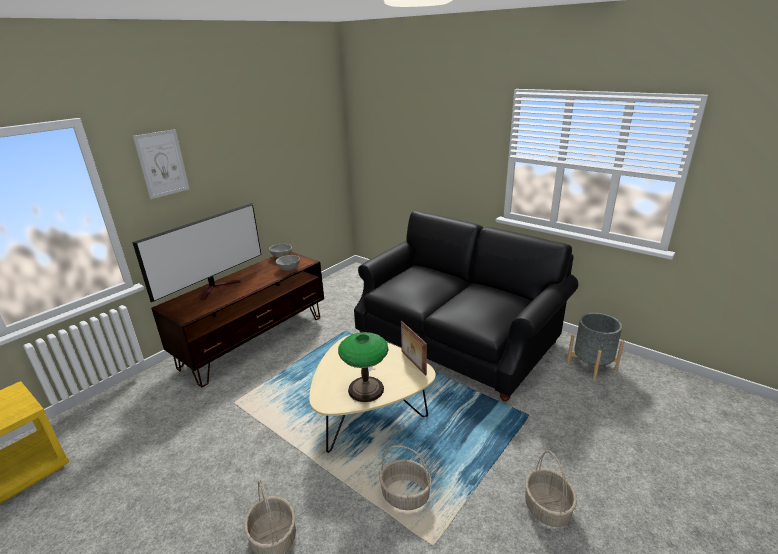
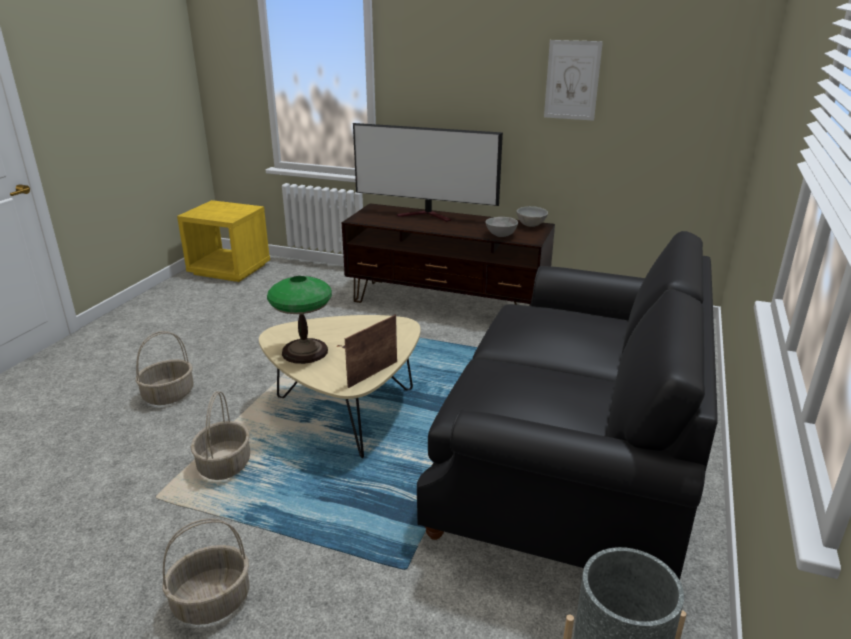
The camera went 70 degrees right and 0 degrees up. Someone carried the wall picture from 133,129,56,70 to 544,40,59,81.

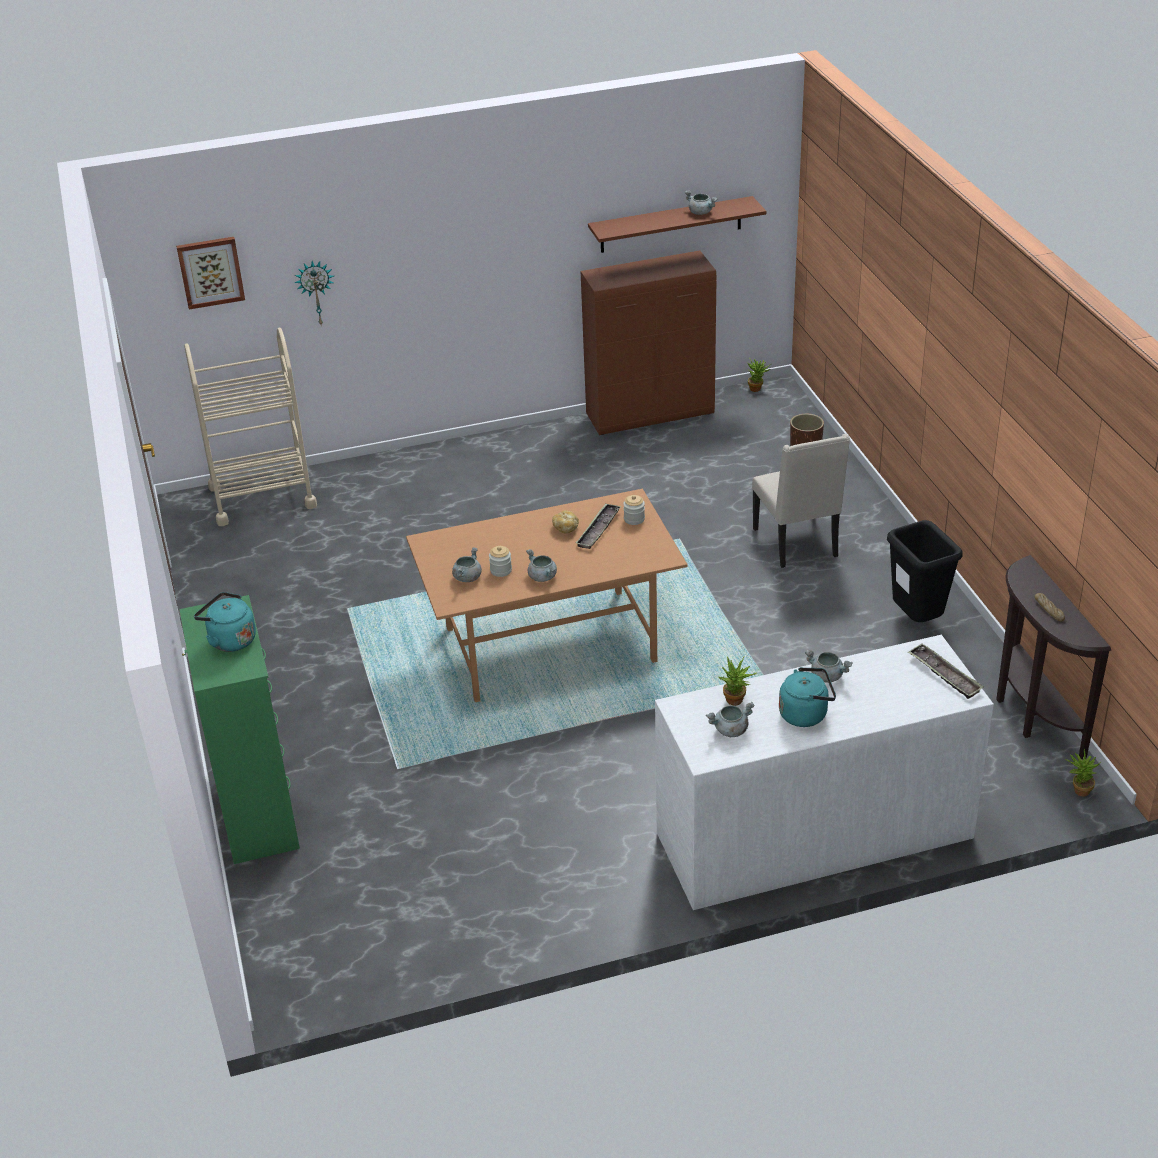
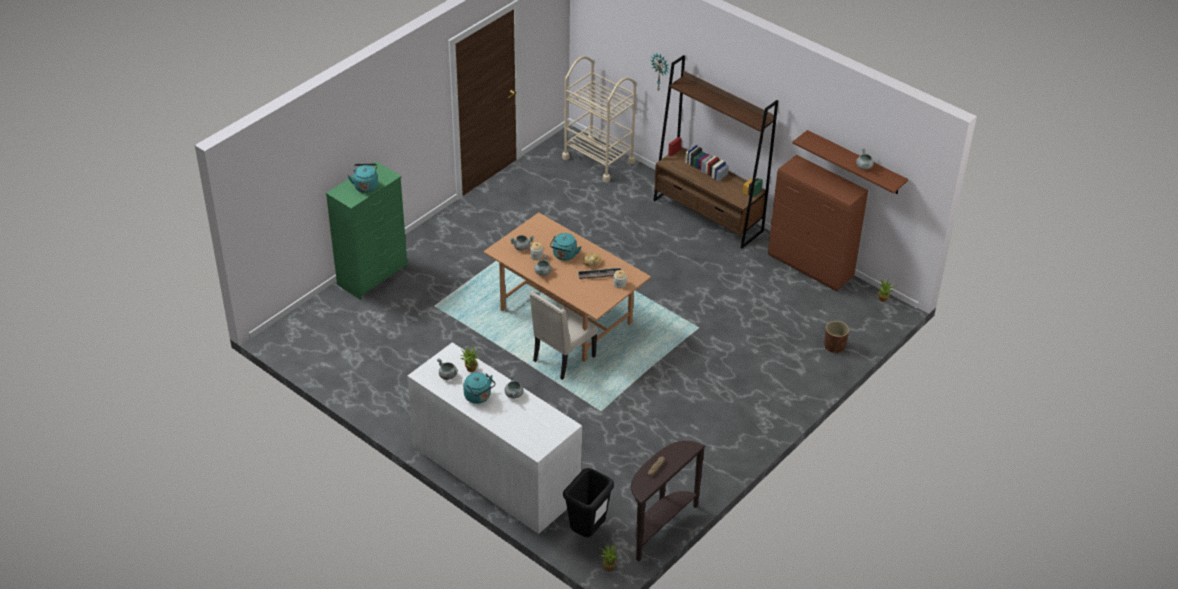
The camera went 55 degrees right and 5 degrees up. Someone took away the wall picture at 176,237,69,73. Someone took away the serving tray at 908,644,75,55. Someone put down the turquoise-coloured kettle at 550,233,31,27. Someone put down the brownish bookcase at 653,55,125,194. Someone carried the beige upright chair from 752,434,98,134 to 530,290,68,90. Someone carried the black-coloured trash can from 887,520,76,102 to 563,468,51,69.

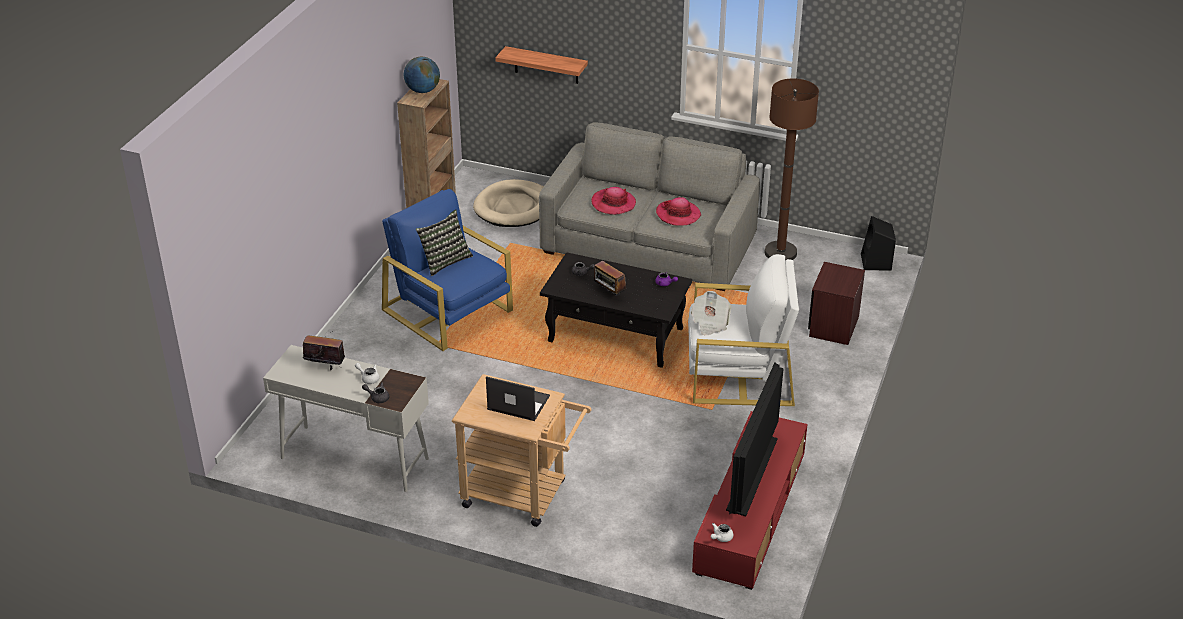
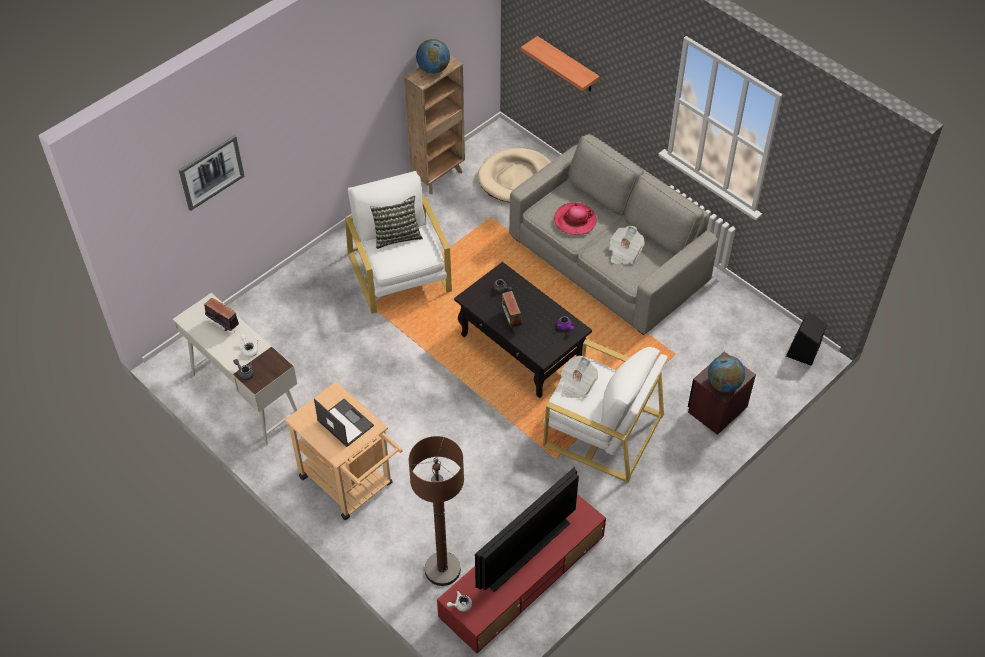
The camera went 25 degrees right and 15 degrees up. Someone put up the wall picture at 179,135,65,76. Someone put down the desk globe at 708,355,37,37. Someone carried the brownish standard lamp from 764,78,55,182 to 409,436,55,150. Someone swapped the clothing hat at 656,197,45,29 for the newspaper at 609,226,36,38. Someone repainted the blue-coloured armchair at 382,189,131,162, which became the white armchair at 345,171,107,143.

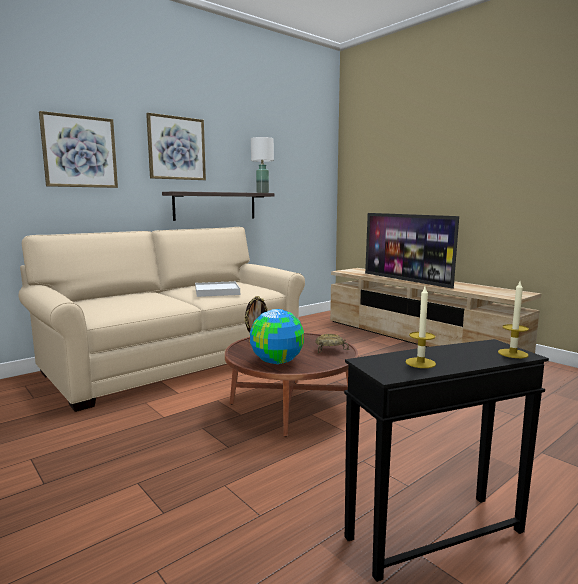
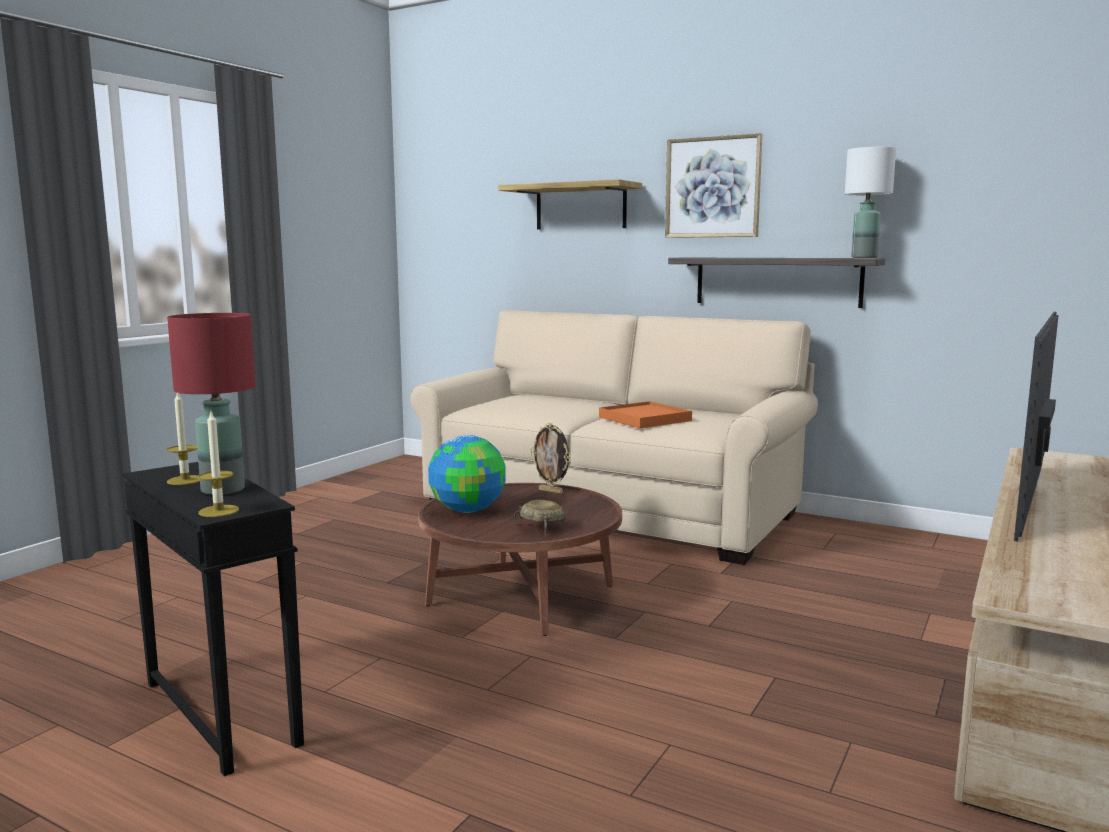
The camera went 70 degrees right and 0 degrees up. Someone put down the red tabletop lamp at 167,313,89,182. Someone swapped the wall picture at 39,111,79,77 for the shelf at 498,179,144,51. Someone repainted the white serving tray at 195,281,45,16, which became the orange-coloured serving tray at 599,401,93,27.

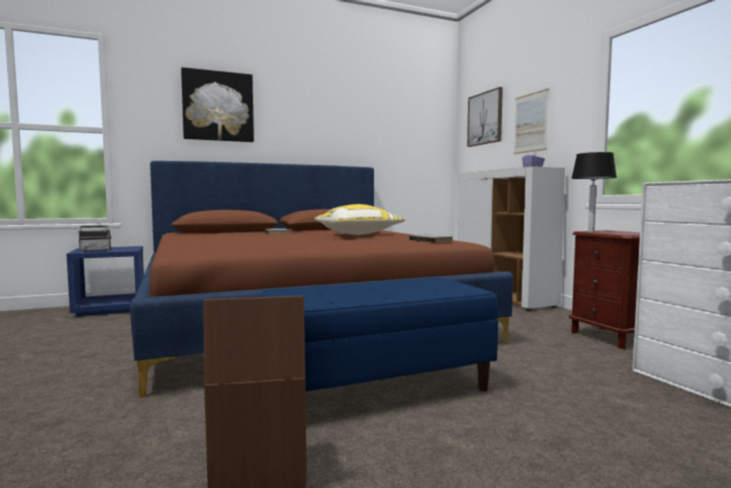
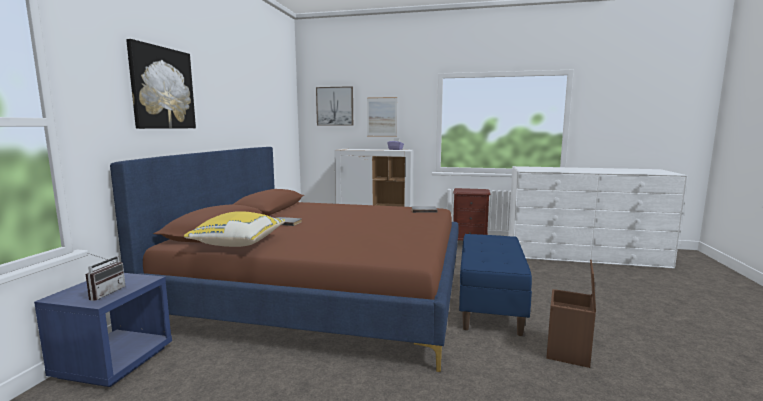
The camera went 55 degrees left and 5 degrees up. Someone took away the tabletop lamp at 571,152,46,80. Someone carried the yellow throw pillow from 314,204,91,31 to 184,211,101,36.

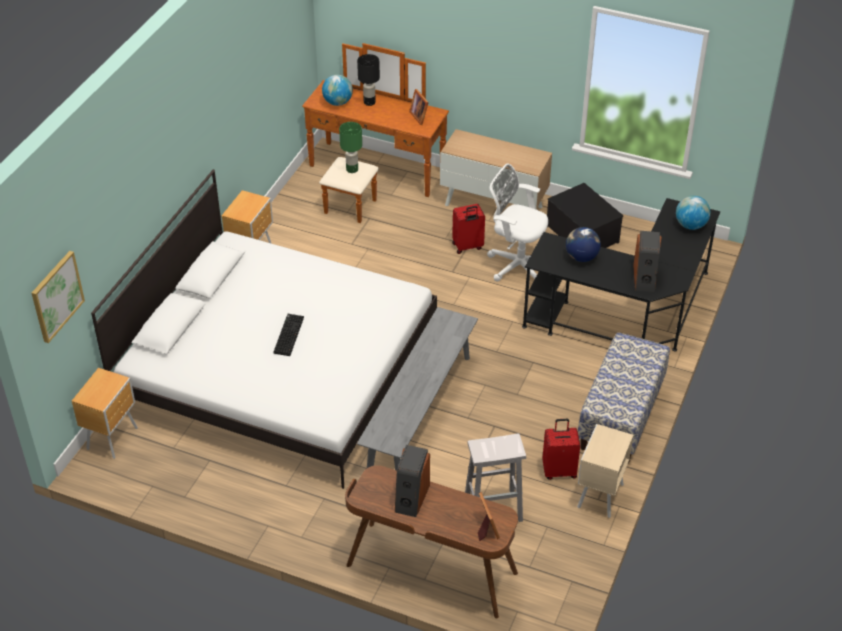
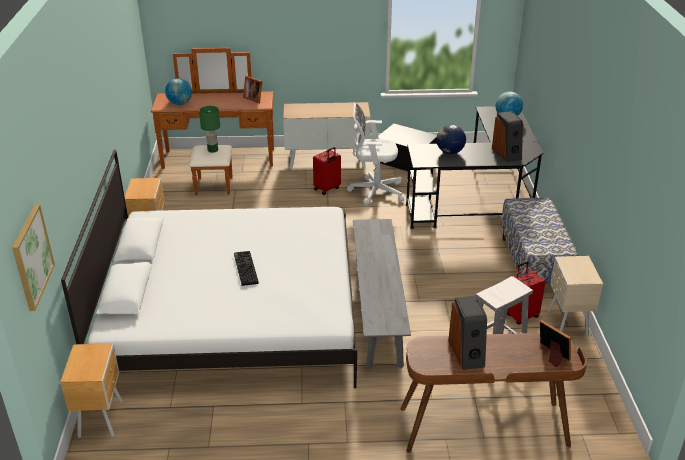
The camera went 25 degrees left and 10 degrees down. Someone took away the black-coloured tabletop lamp at 357,54,23,52.

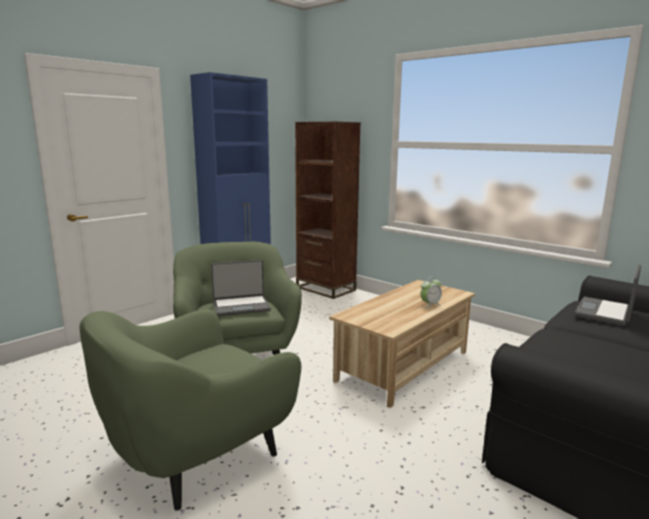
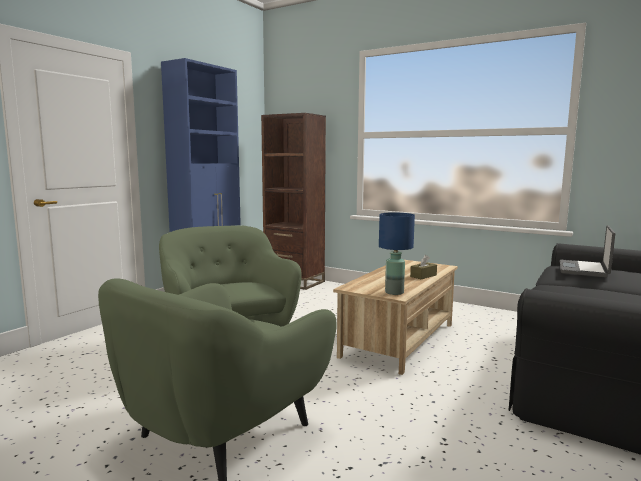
The camera went 10 degrees left and 5 degrees down. Someone took away the portable computer at 211,260,60,56. Someone put down the blue-coloured tabletop lamp at 379,213,36,82. Someone swapped the bedside clock at 421,277,21,31 for the brownish tissue holder at 410,255,27,24.

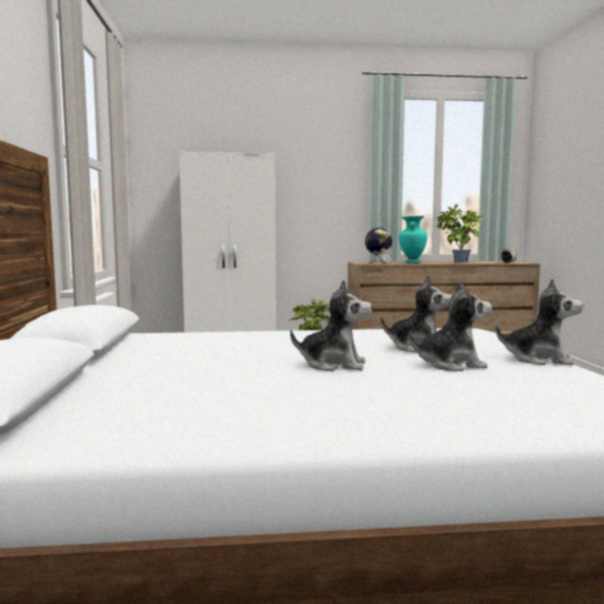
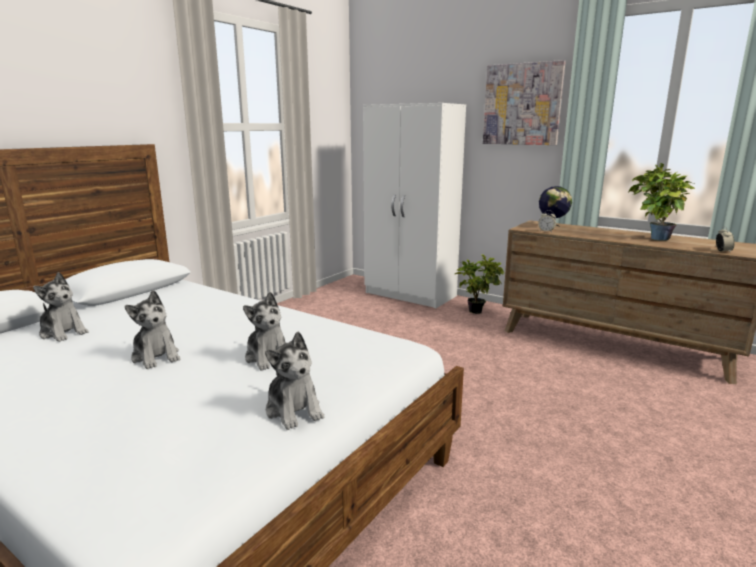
The camera went 40 degrees right and 10 degrees up. Someone took away the turquoise-coloured decorative vase at 399,216,28,47. Someone put up the wall picture at 483,60,83,85. Someone carried the soft toy from 409,280,83,91 to 33,272,56,70.

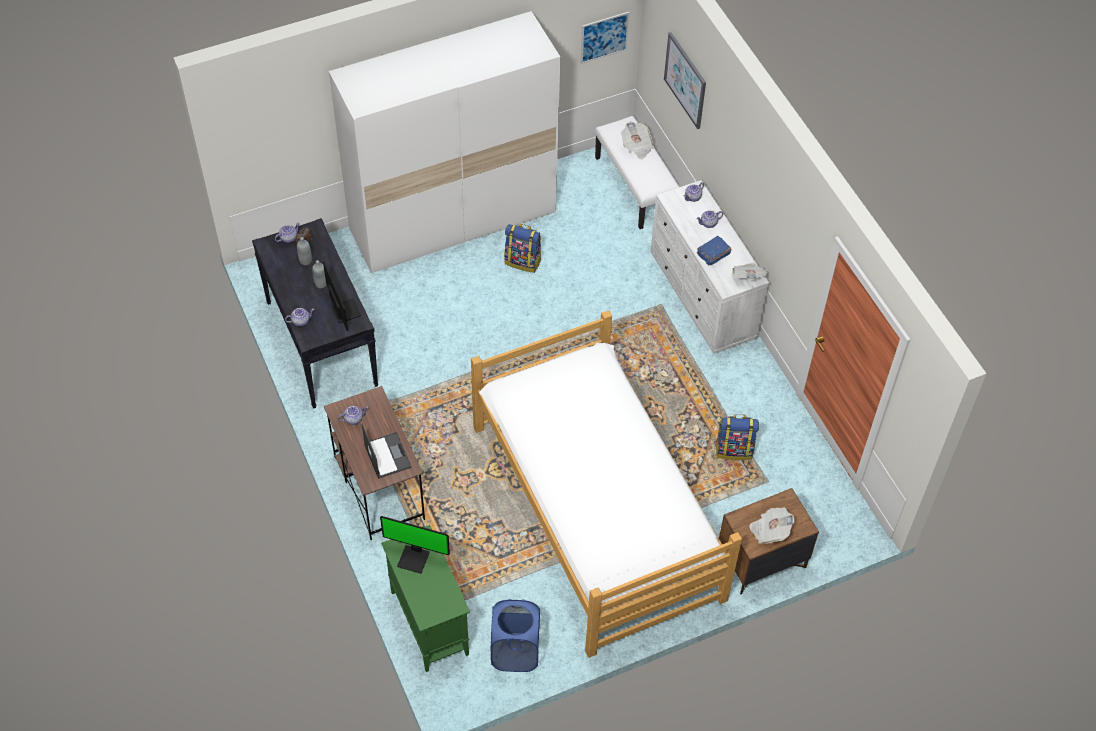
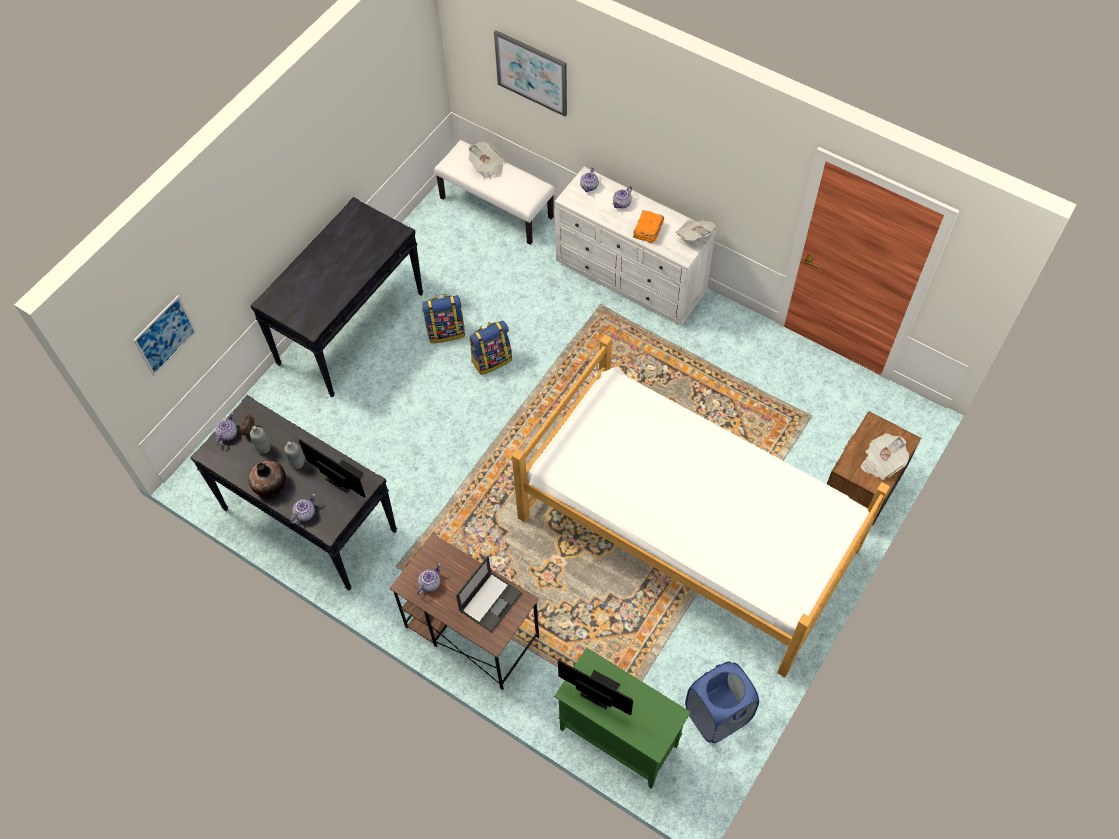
The camera went 30 degrees left and 5 degrees up. Someone put down the decorative vase at 248,461,38,35. Someone carried the wall picture from 581,12,48,52 to 133,295,63,81. Someone carried the backpack from 716,414,43,46 to 469,320,43,55. Someone swapped the white armoire at 329,11,231,262 for the black-coloured narrow table at 250,197,173,200. Someone repainted the blue-coloured bound book at 697,236,34,30, which became the orange-coloured bound book at 633,210,31,33. Someone rotated the portable computer at 362,424,49,55 by 90 degrees clockwise. Someone rotated the computer screen at 380,516,70,58 by 135 degrees counterclockwise.

